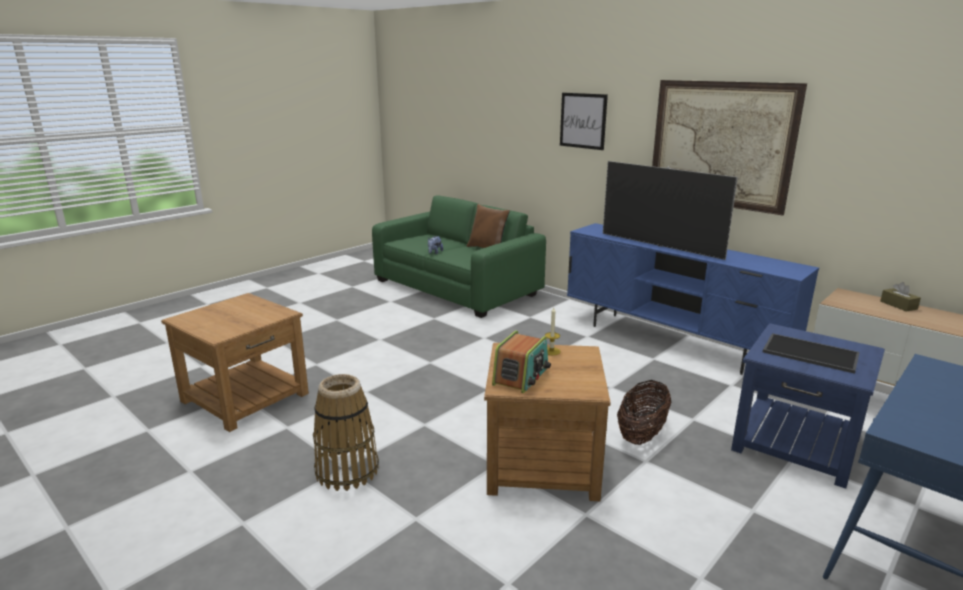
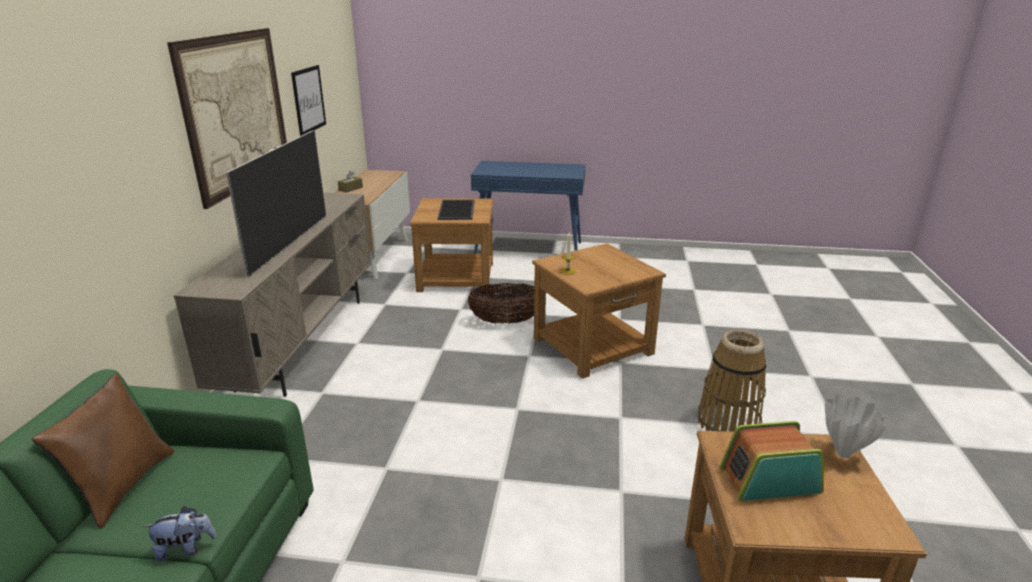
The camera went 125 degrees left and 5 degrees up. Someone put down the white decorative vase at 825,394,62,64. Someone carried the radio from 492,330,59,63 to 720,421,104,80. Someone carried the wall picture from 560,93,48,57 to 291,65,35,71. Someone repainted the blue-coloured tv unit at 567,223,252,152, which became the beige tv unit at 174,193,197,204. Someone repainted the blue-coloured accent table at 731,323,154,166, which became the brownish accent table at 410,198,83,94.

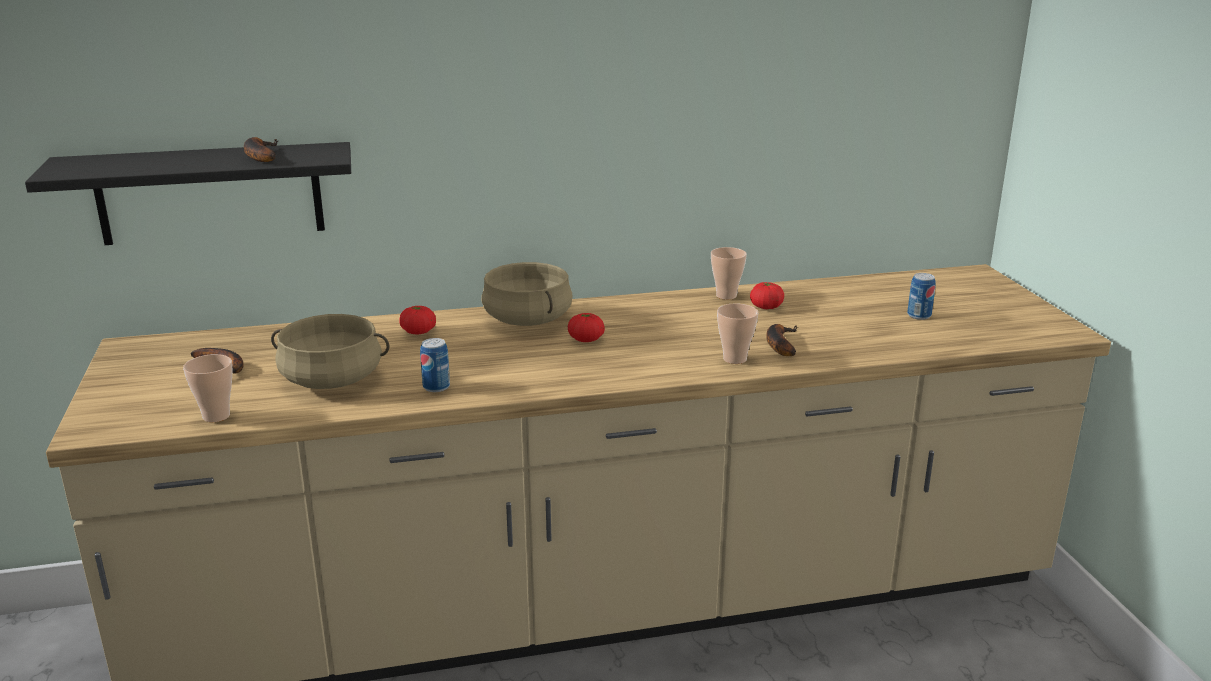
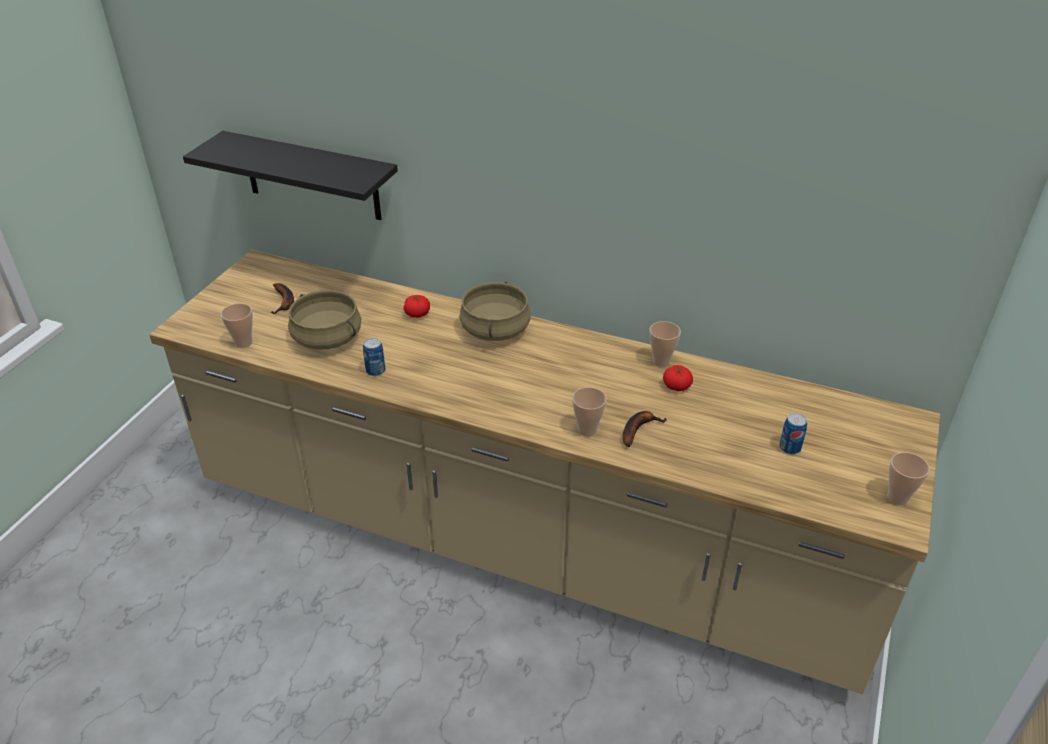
The camera went 35 degrees right and 15 degrees up. Someone took away the banana fruit at 244,137,34,25. Someone took away the whole tomato at 568,313,37,29. Someone put down the small cup at 887,452,43,53.

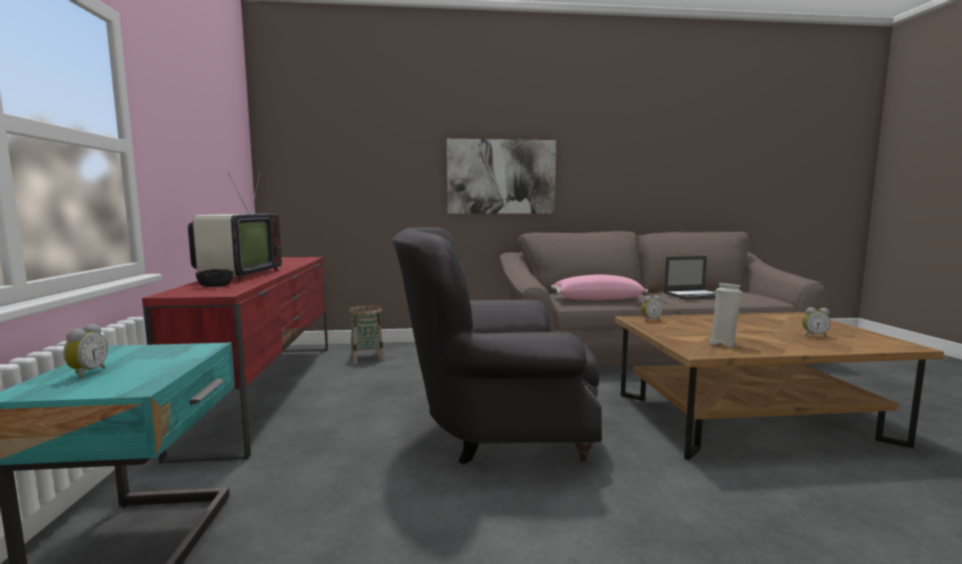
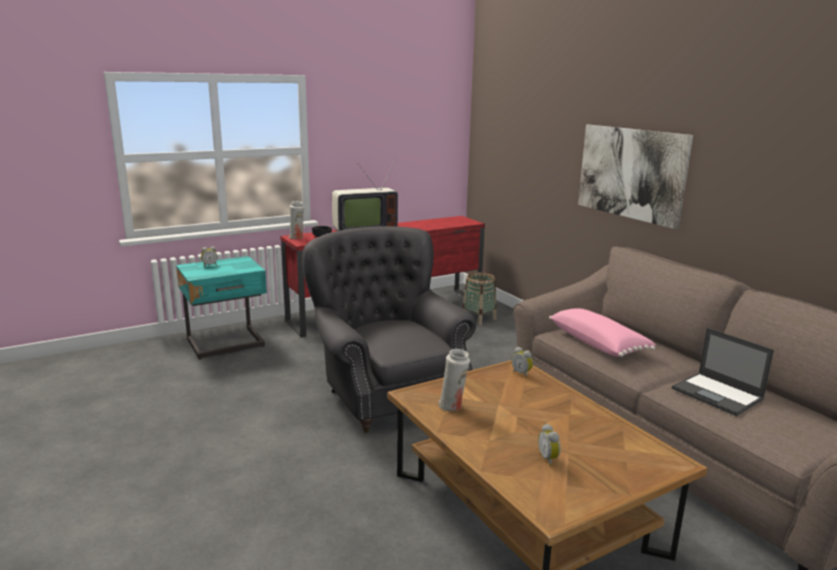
The camera went 65 degrees right and 10 degrees up. Someone put down the white decorative vase at 289,201,16,38.

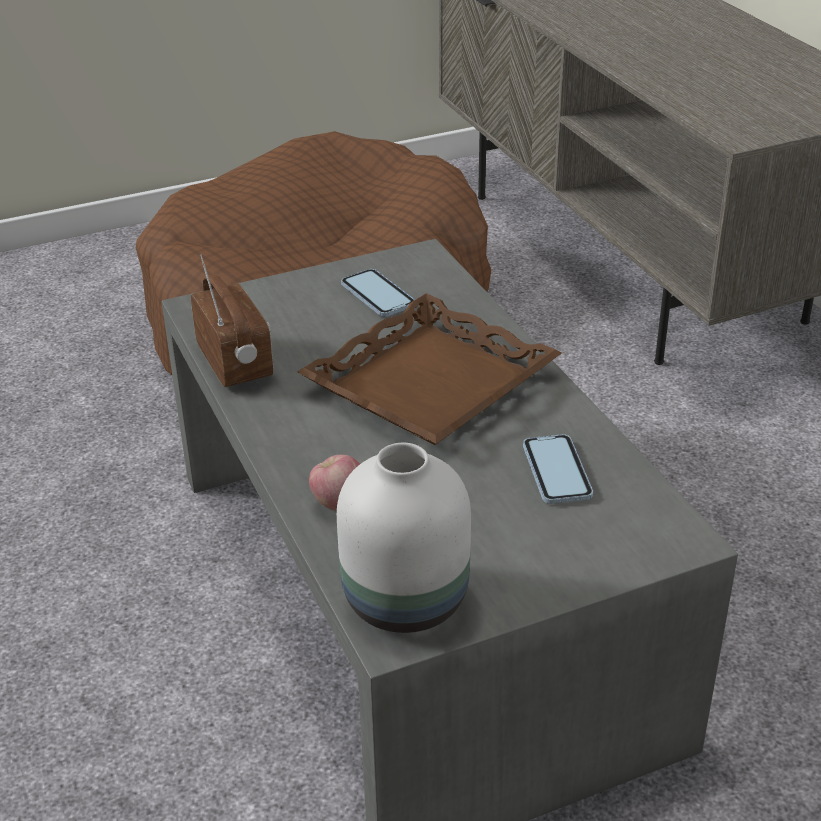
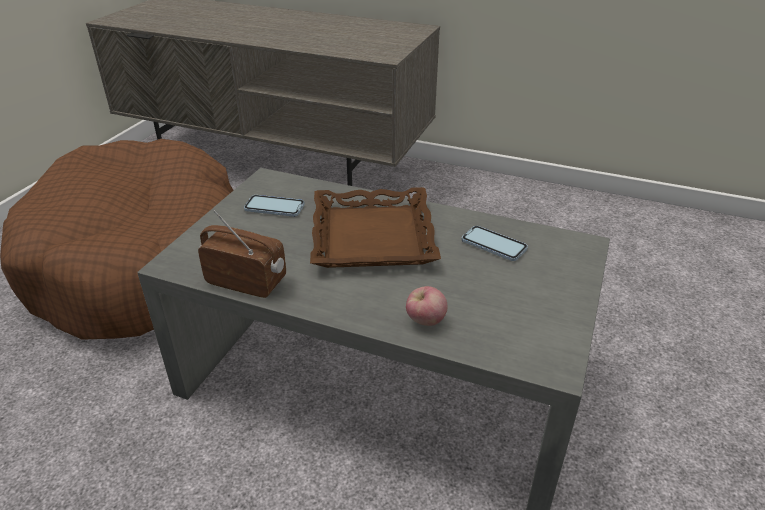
The camera went 45 degrees left and 0 degrees up. Someone took away the white decorative vase at 337,443,134,190.

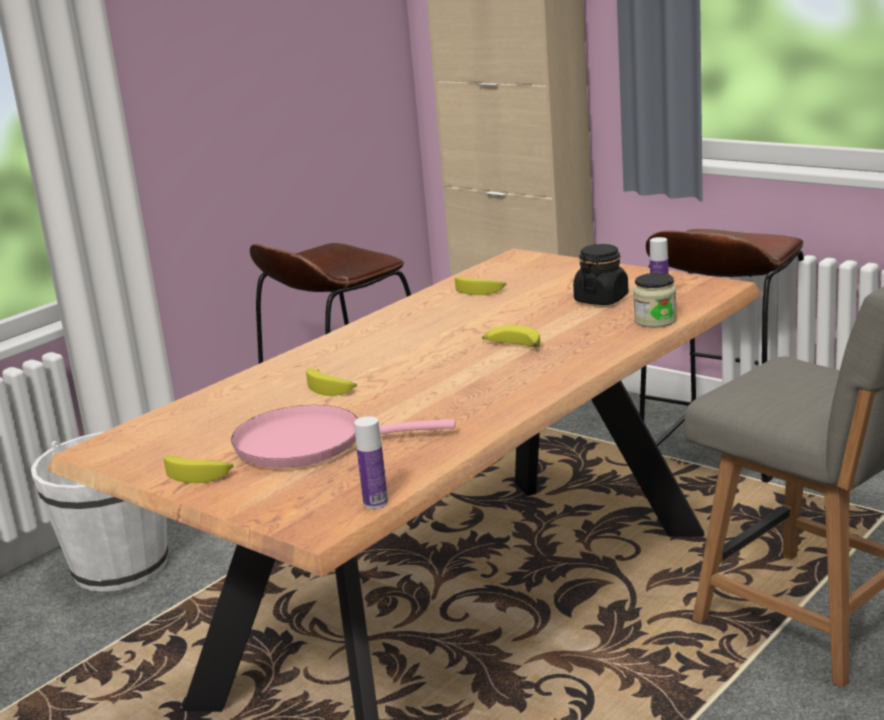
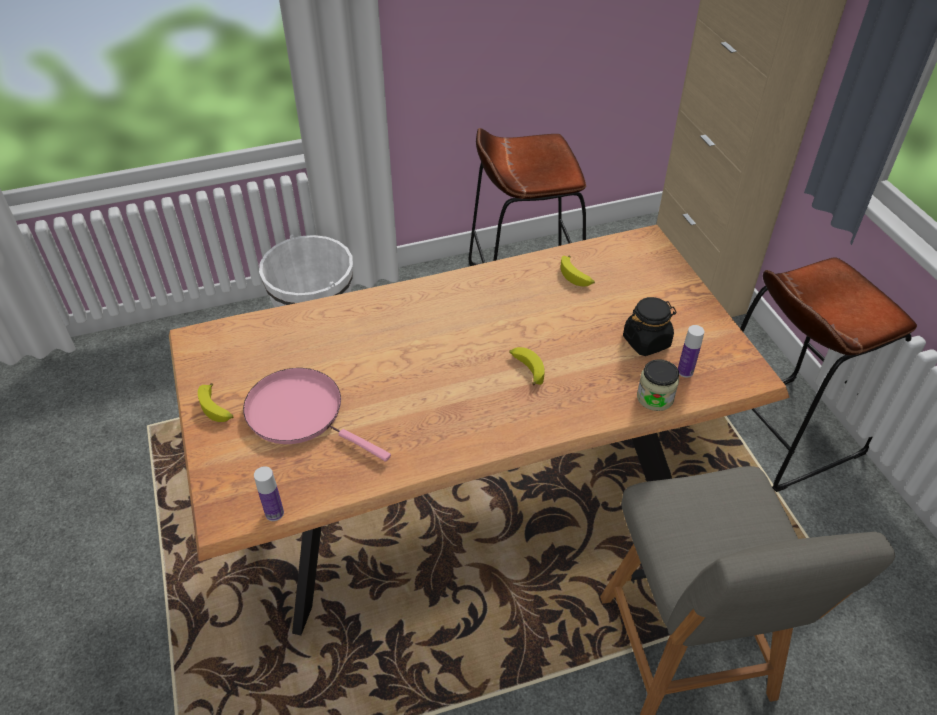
The camera went 30 degrees right and 25 degrees up. Someone took away the banana fruit at 306,368,51,28.

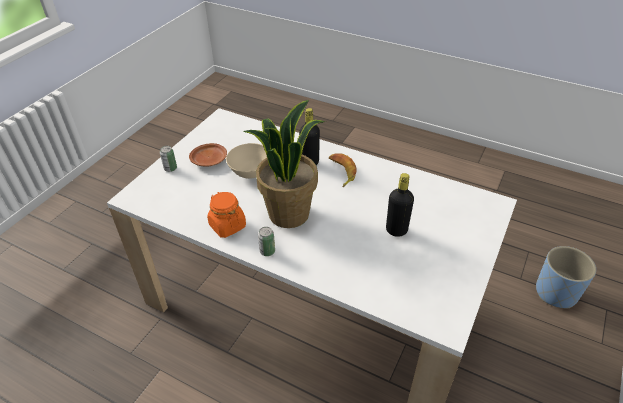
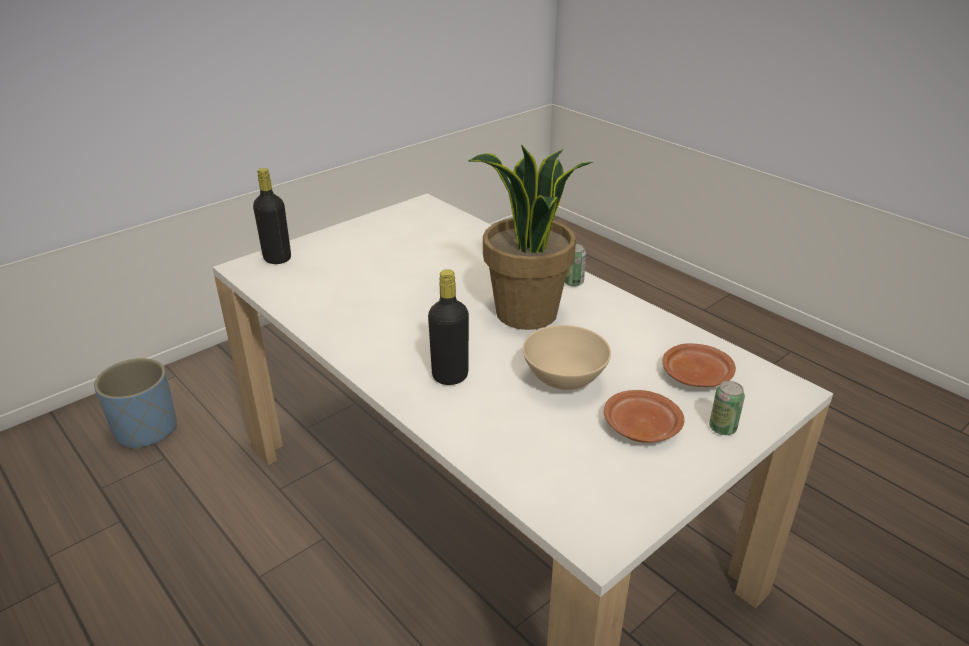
The camera went 160 degrees left and 10 degrees down. Someone took away the orange-coloured preserve jar at 207,192,39,46. Someone took away the banana fruit at 329,153,27,34. Someone put down the brownish plate at 662,344,74,43. Someone carried the black-coloured beverage bottle from 386,173,28,64 to 253,168,38,96.

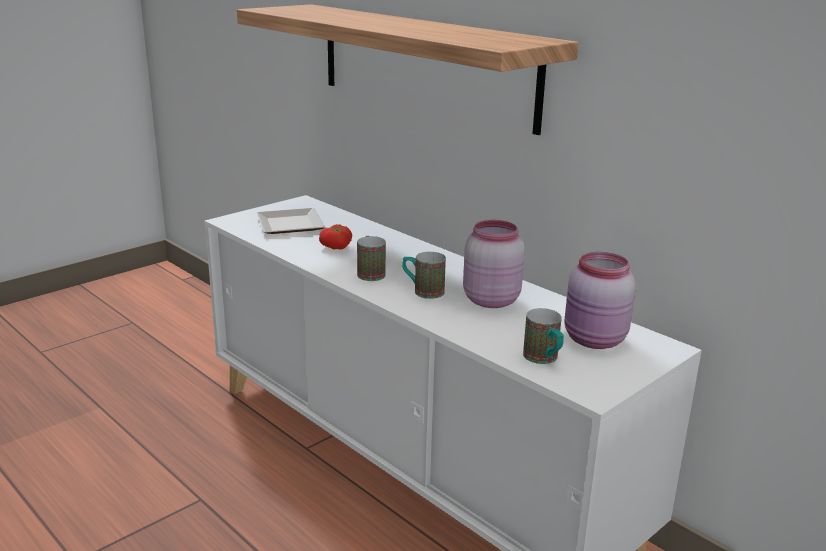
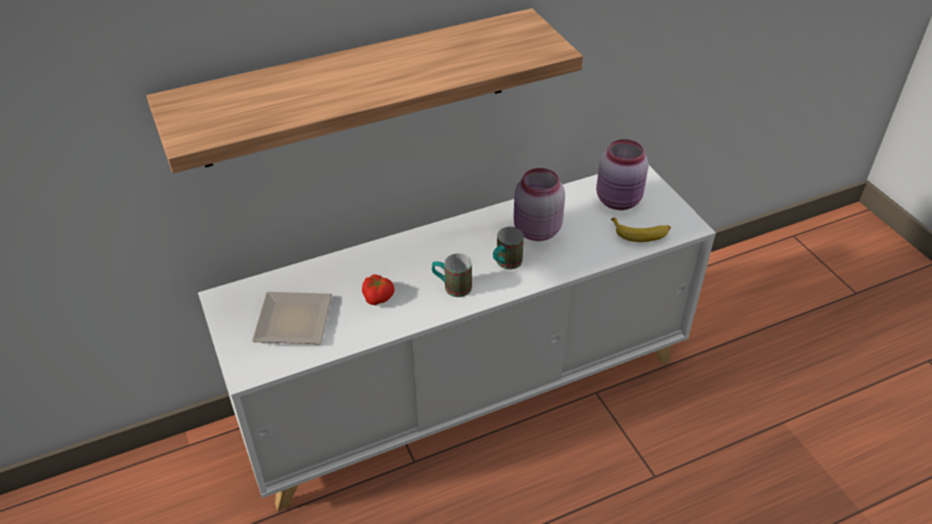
The camera went 70 degrees left and 20 degrees up. Someone swapped the mug at 523,308,41,56 for the banana fruit at 611,218,60,24.

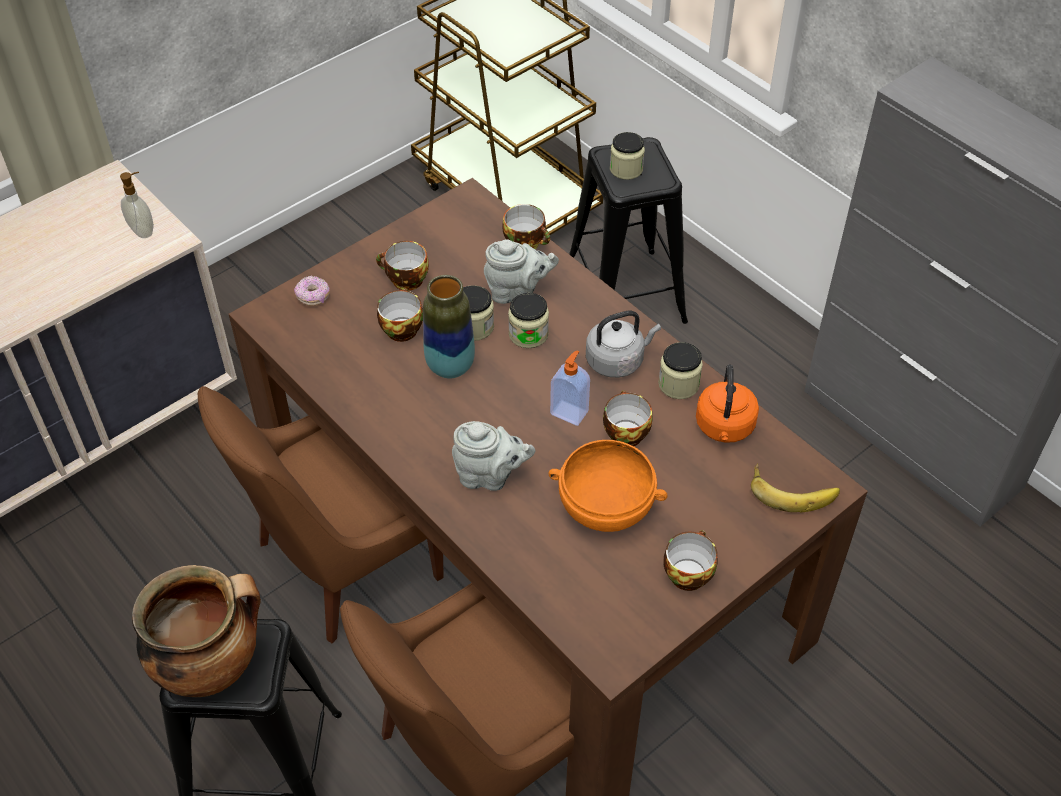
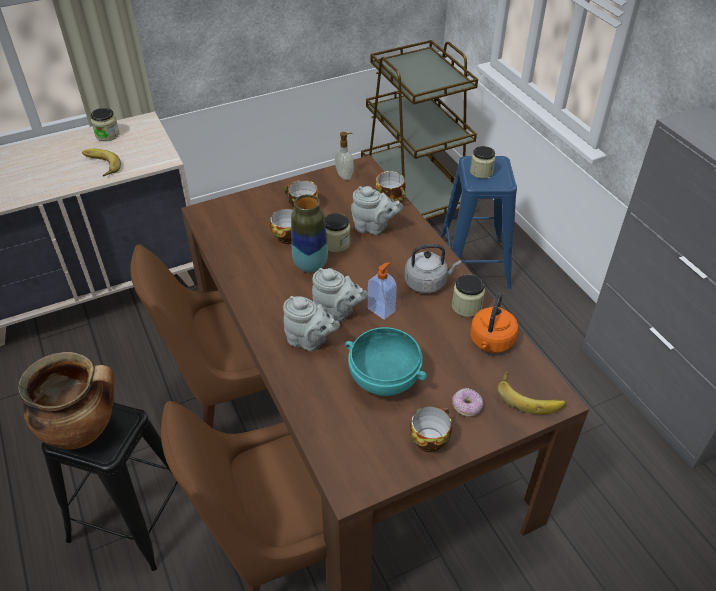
The camera went 15 degrees right and 5 degrees down. Someone took away the small cup at 603,390,49,56. Someone put down the banana fruit at 82,149,39,27. Someone put down the greyish teapot at 312,268,56,53. Someone carried the soap bottle from 120,172,34,66 to 335,132,19,48. Someone carried the ring doughnut from 294,276,36,30 to 452,388,31,29. Someone carried the preserve jar from 508,293,41,55 to 91,108,29,33. Someone repainted the orange-coloured bowl at 549,440,119,92, which became the turquoise-coloured bowl at 345,327,82,69. Someone repainted the black-coloured sitting stool at 569,137,119,187, which became the blue-coloured sitting stool at 440,156,77,133.

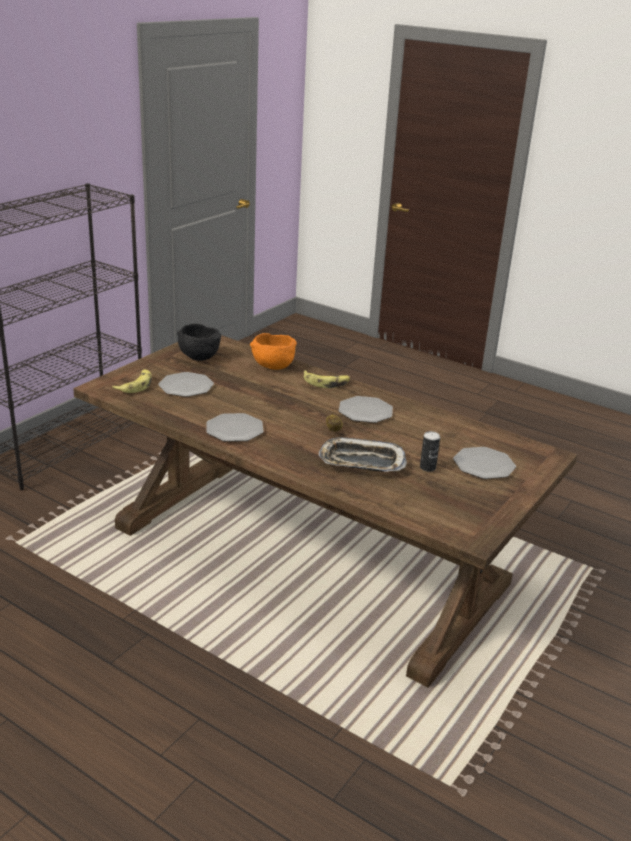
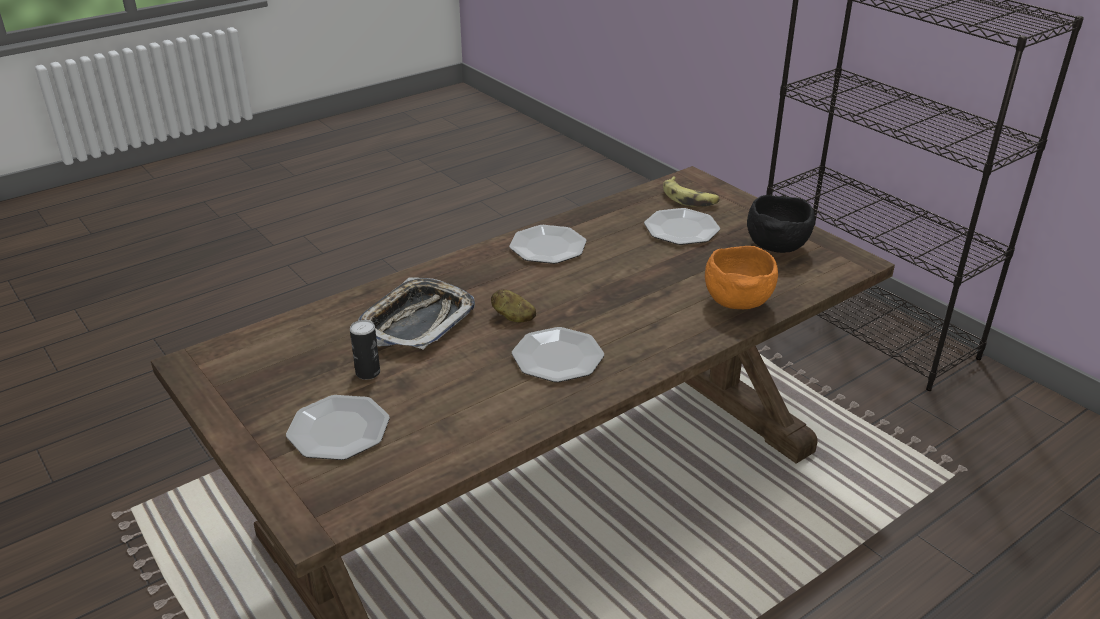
The camera went 110 degrees right and 5 degrees up. Someone took away the banana fruit at 303,370,47,18.

